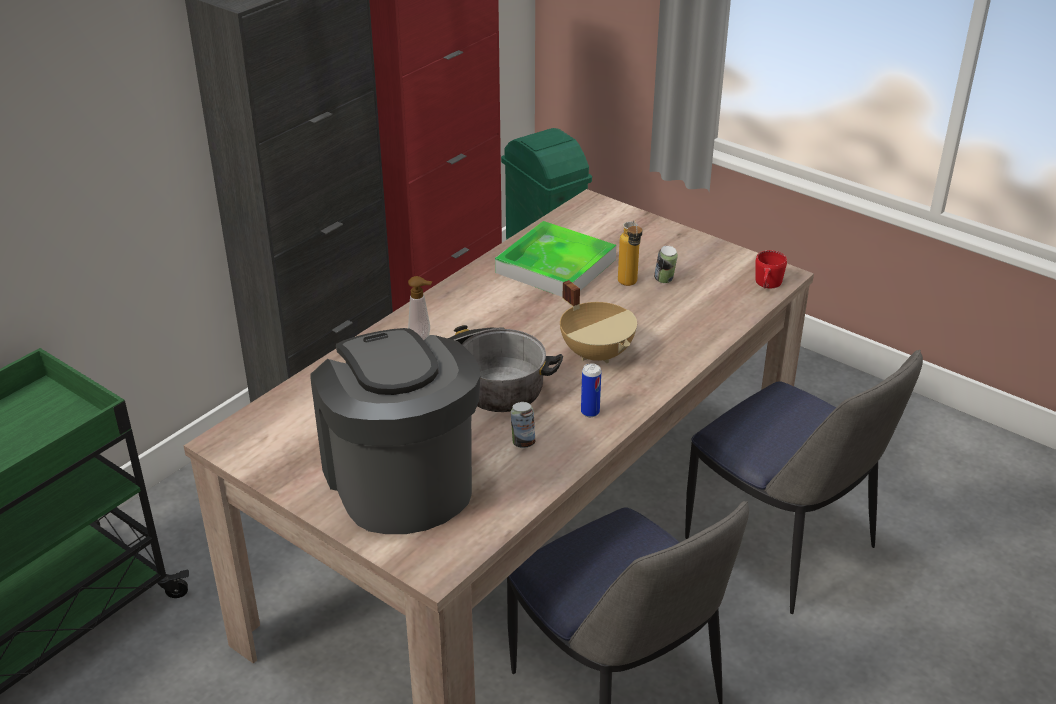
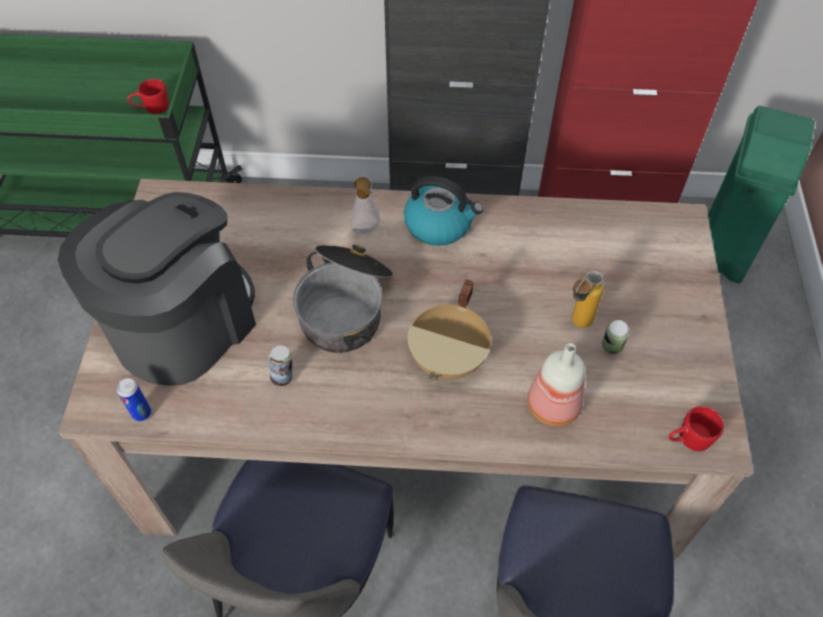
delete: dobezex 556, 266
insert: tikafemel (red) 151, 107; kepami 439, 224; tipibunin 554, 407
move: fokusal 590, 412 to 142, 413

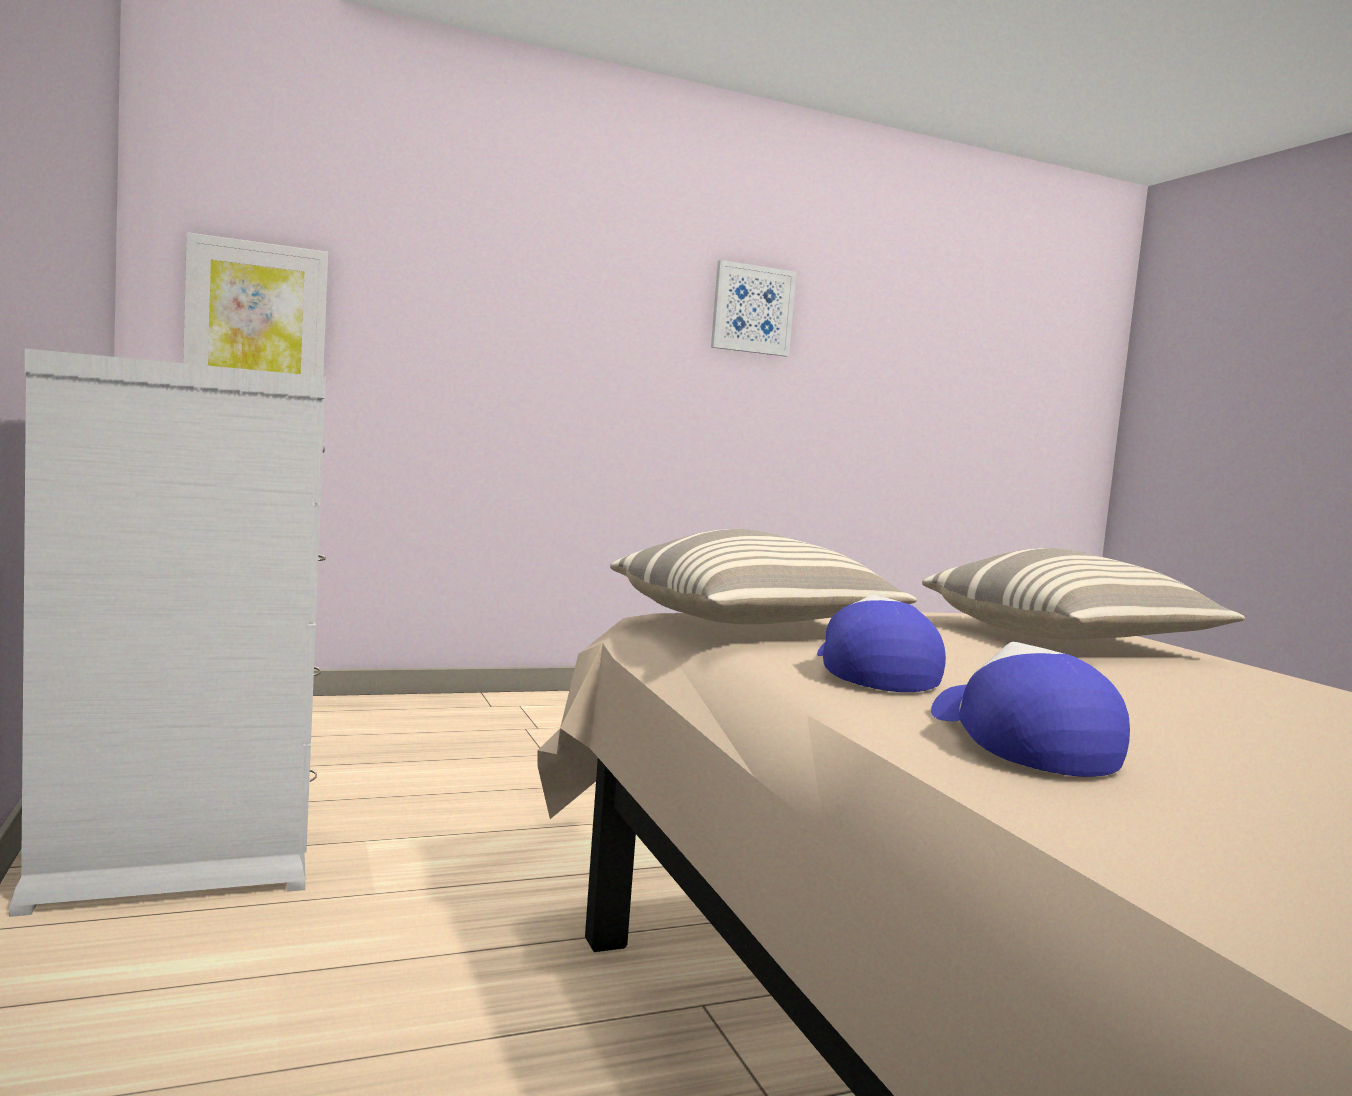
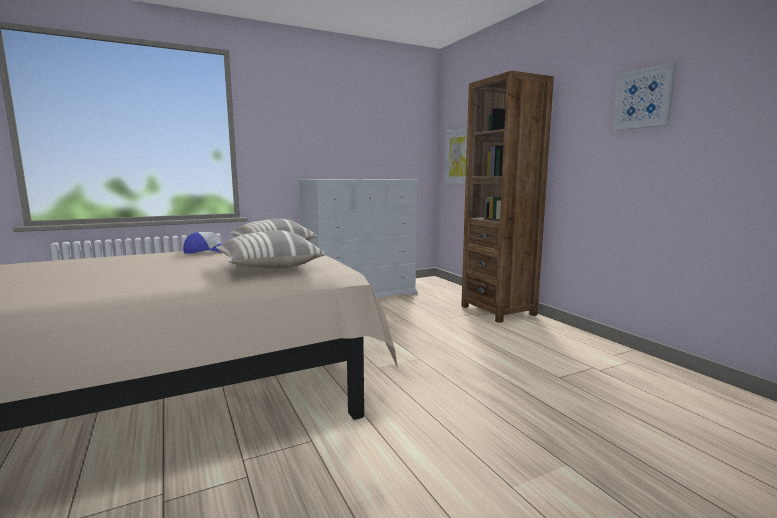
delete: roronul 1019, 740
insert: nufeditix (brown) 498, 310

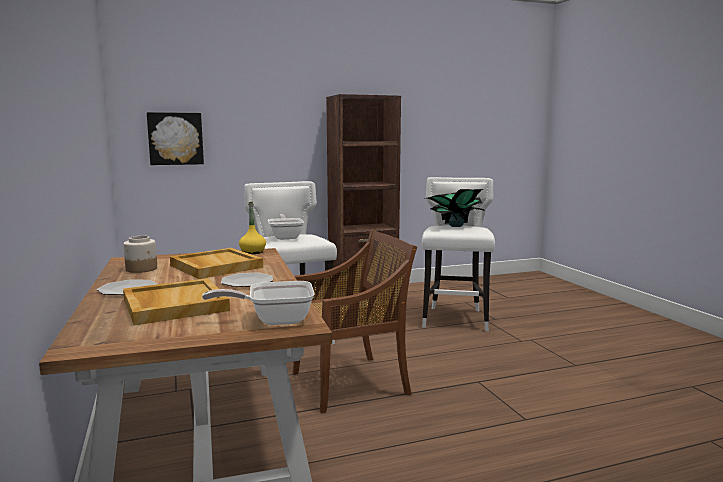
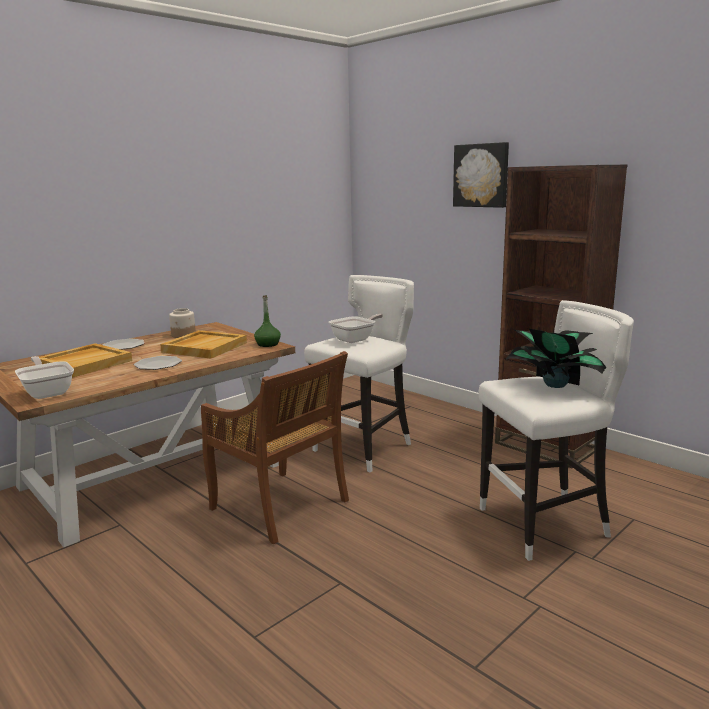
move: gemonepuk 175, 138 to 481, 175
recolor: tipibunin (yellow) 252, 252 to tipibunin (green) 267, 344

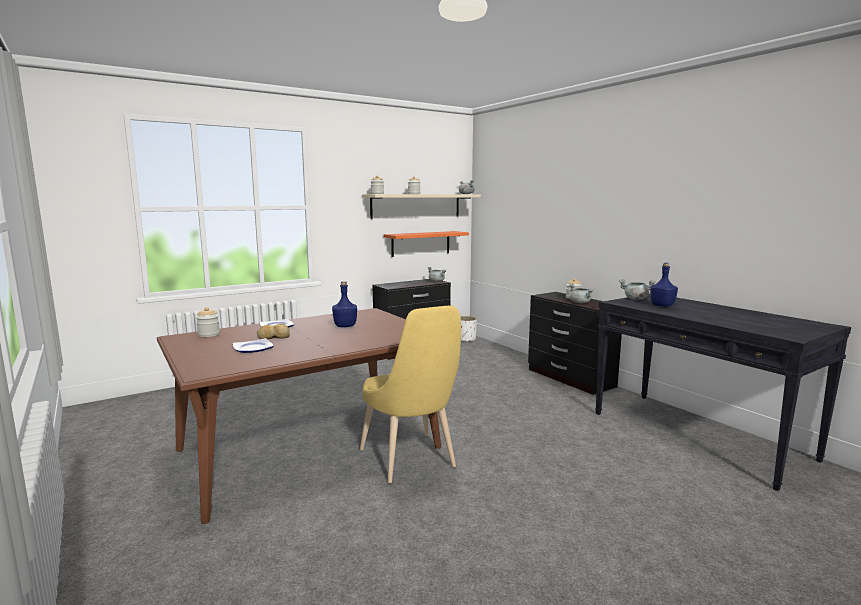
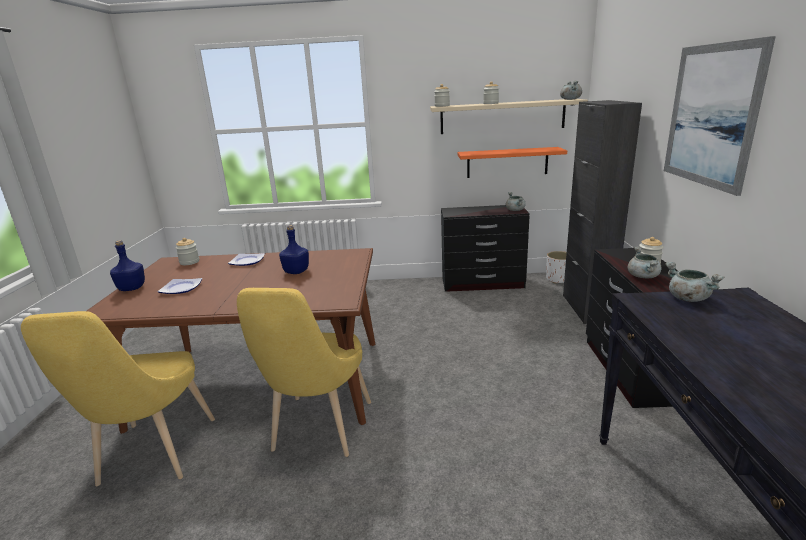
delete: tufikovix 273, 337
insert: gemonepuk 711, 115; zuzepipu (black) 586, 308; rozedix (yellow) 154, 456
move: tipibunin (blue) 662, 305 to 132, 288

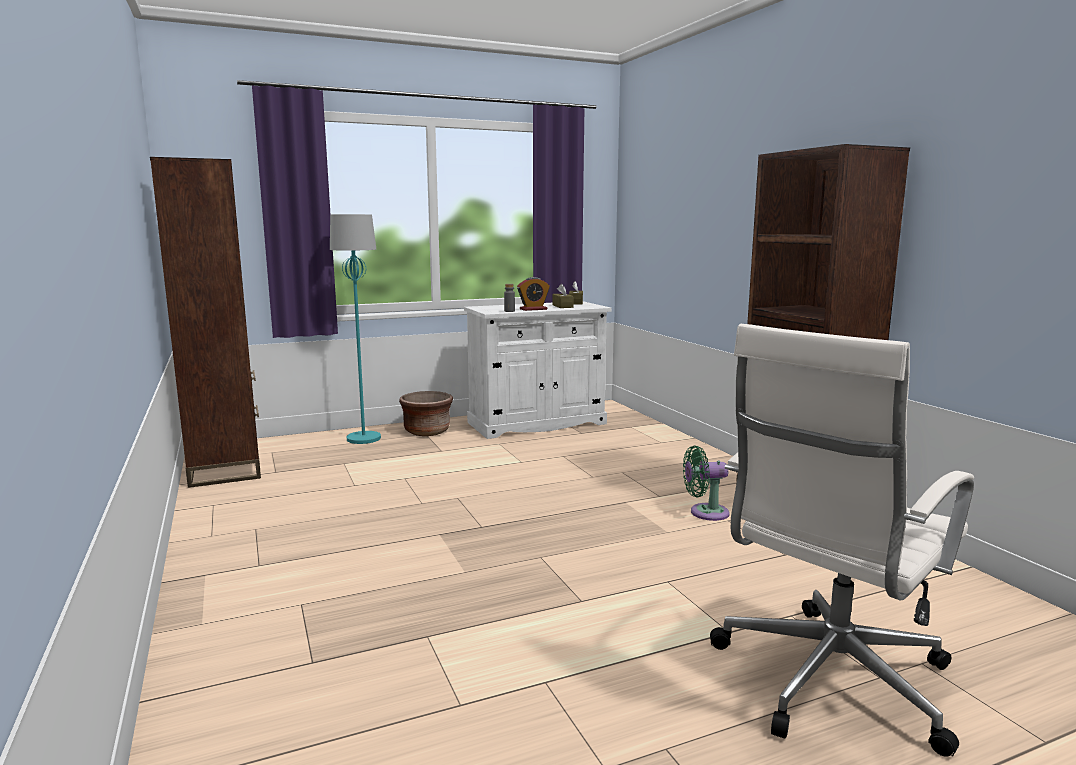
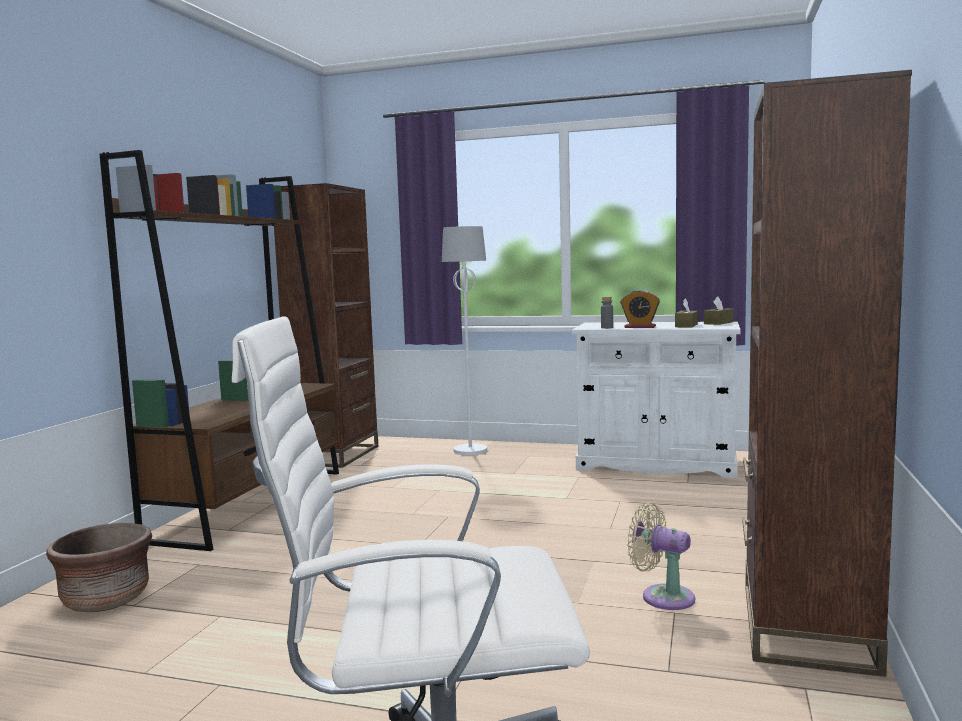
insert: nufeditix (brown) 252, 504
move: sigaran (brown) 427, 431 to 106, 599
recolor: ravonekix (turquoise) 364, 439 to ravonekix (white) 470, 451; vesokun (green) 705, 513 to vesokun (beige) 662, 596

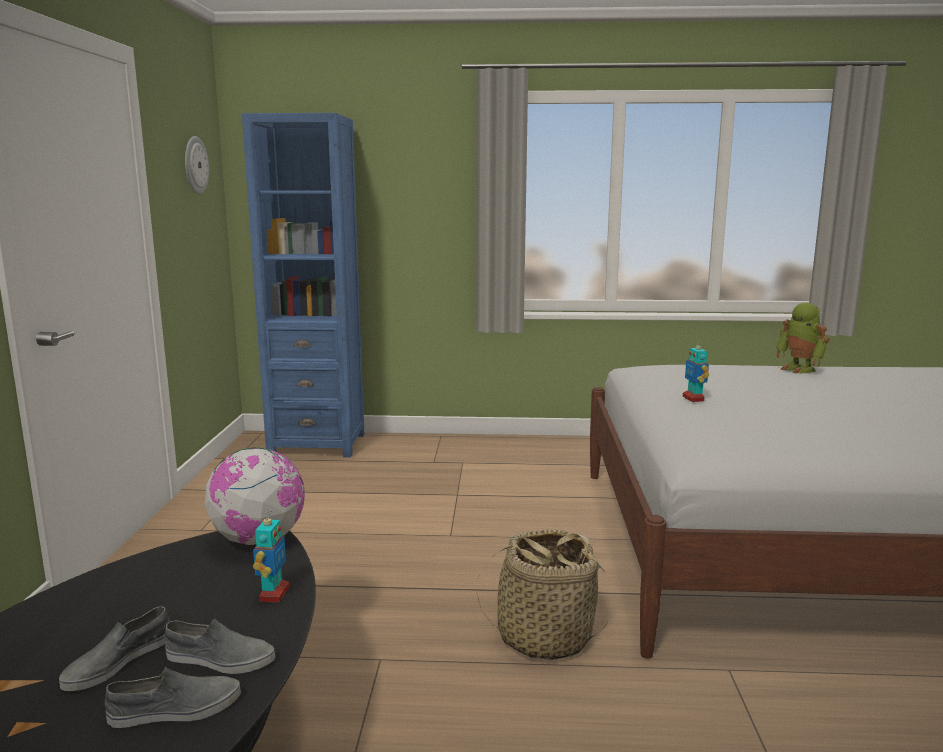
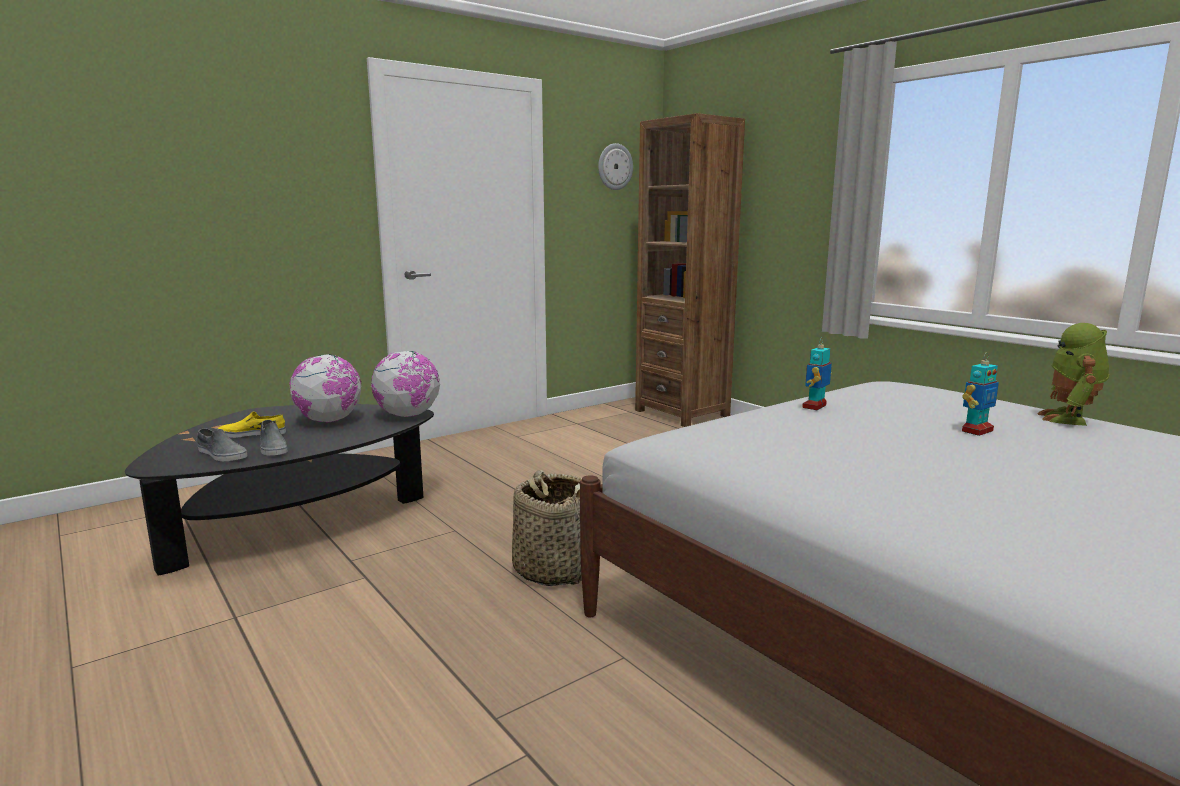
insert: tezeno 329, 421
move: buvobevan 273, 594 to 976, 431
recolor: nufeditix (blue) 317, 444 to nufeditix (brown) 682, 413; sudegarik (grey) 118, 661 to sudegarik (yellow) 253, 434

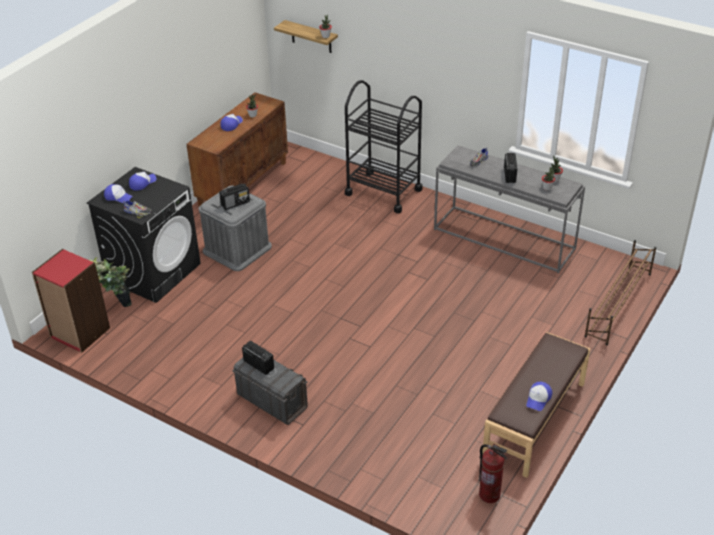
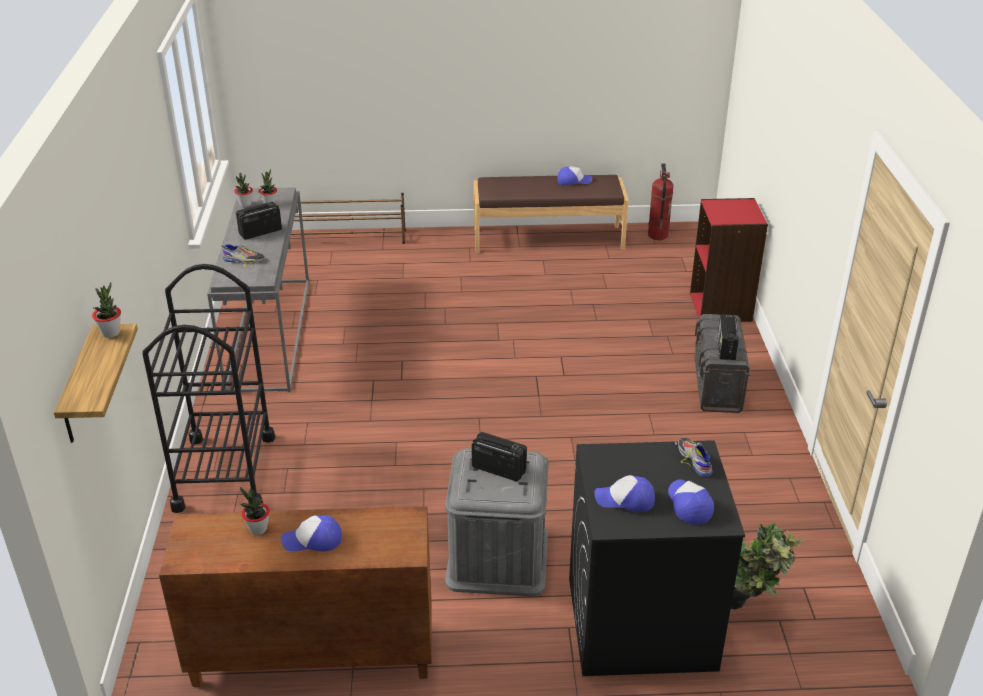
move: nufeditix (red) 79, 333 to 721, 307

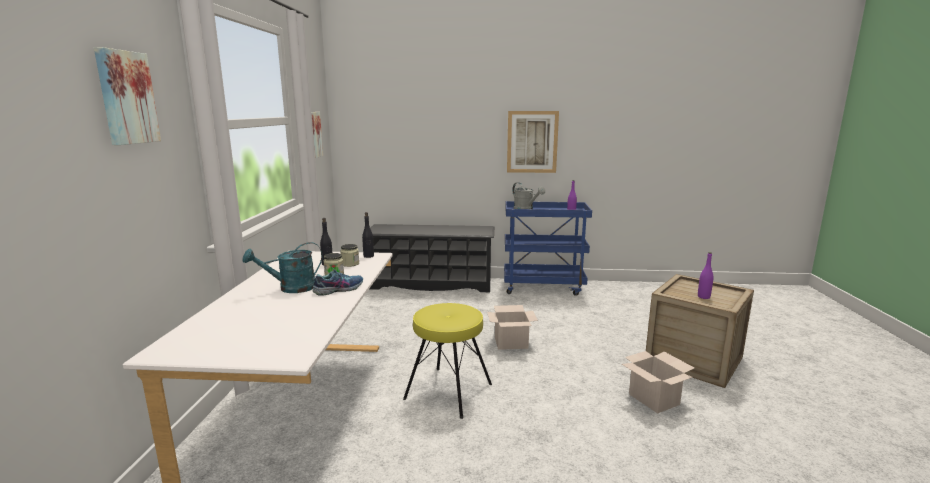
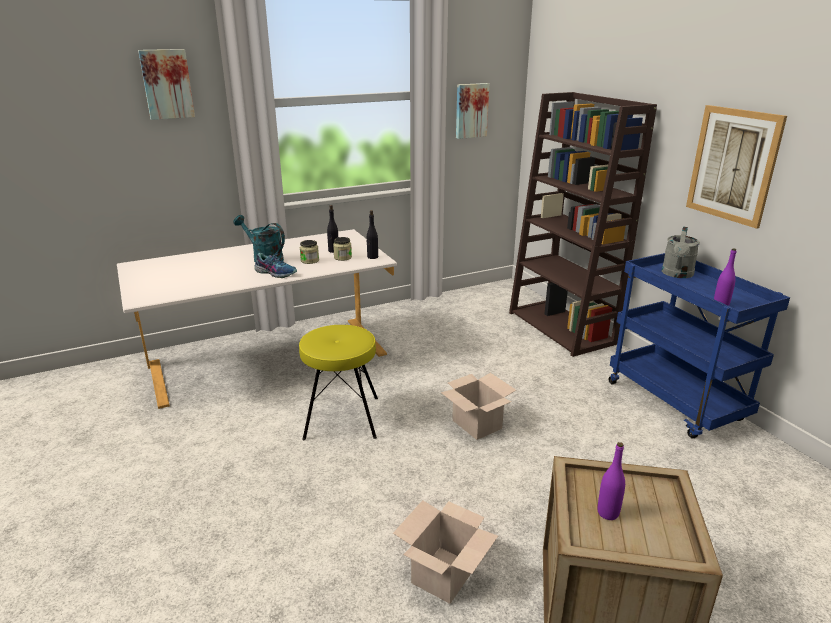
replace: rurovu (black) 431, 284 to nufeditix (brown) 562, 328

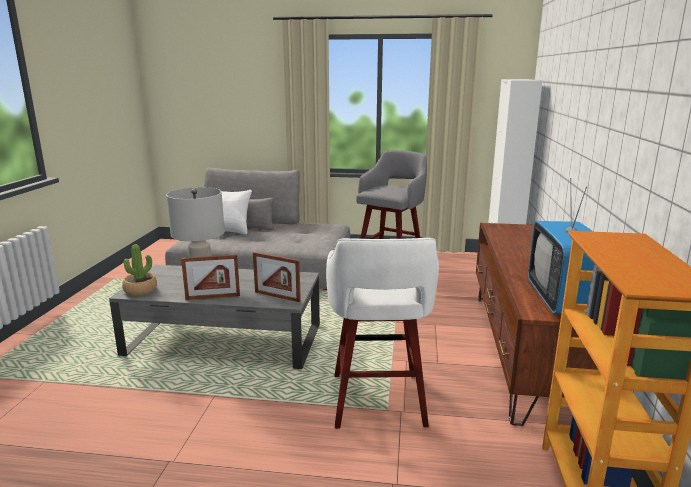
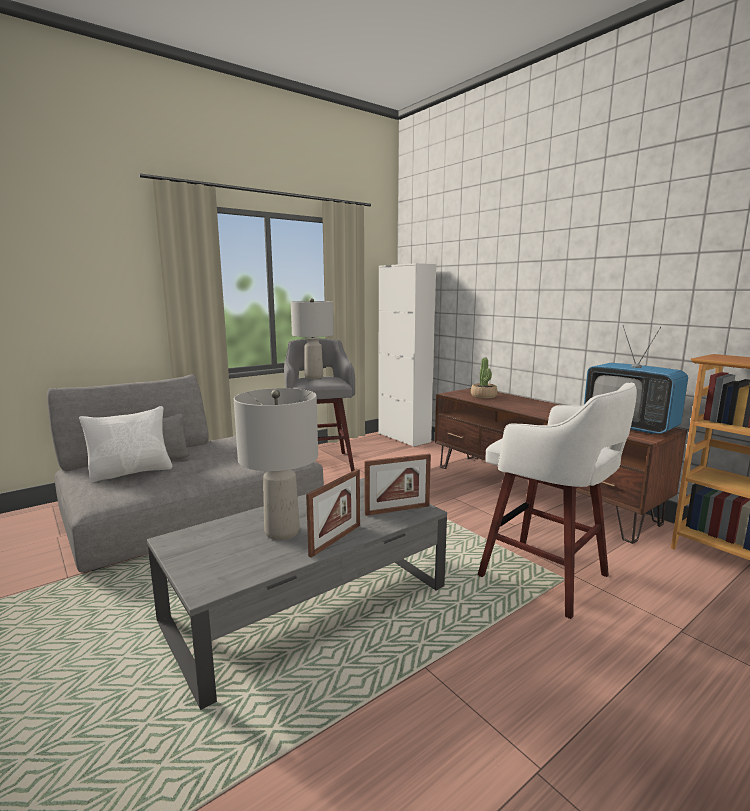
insert: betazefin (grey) 313, 377
move: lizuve 140, 290 to 483, 396

